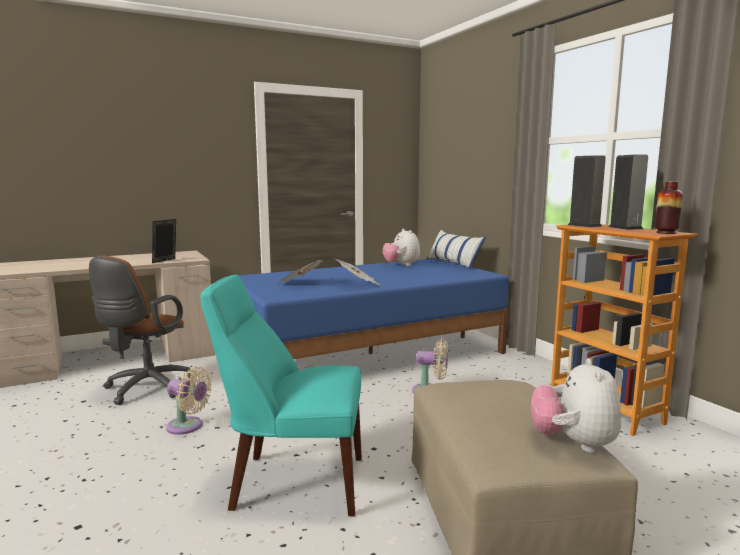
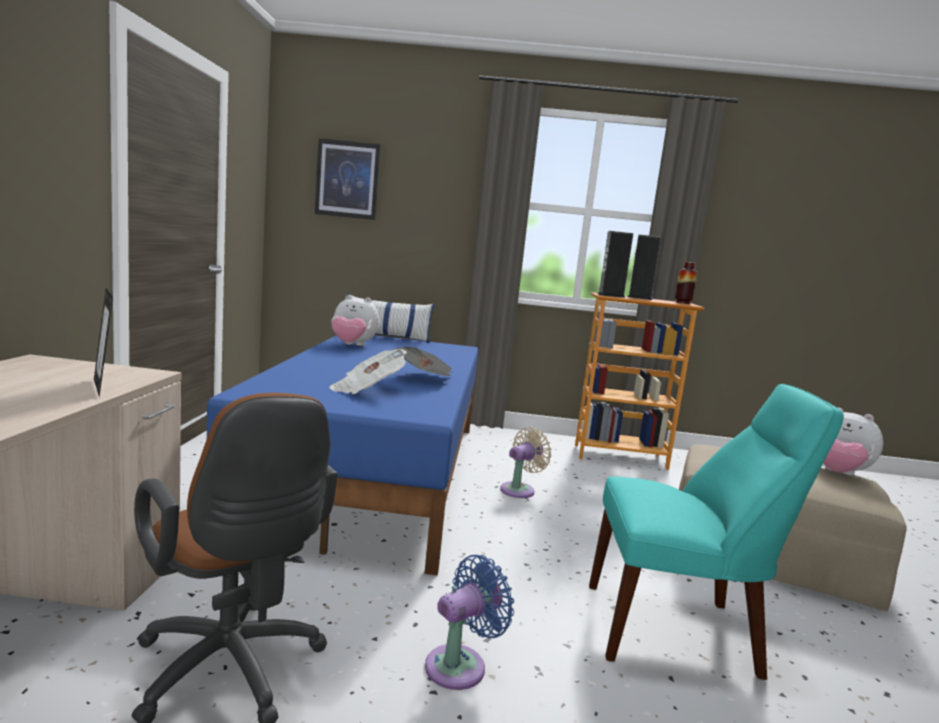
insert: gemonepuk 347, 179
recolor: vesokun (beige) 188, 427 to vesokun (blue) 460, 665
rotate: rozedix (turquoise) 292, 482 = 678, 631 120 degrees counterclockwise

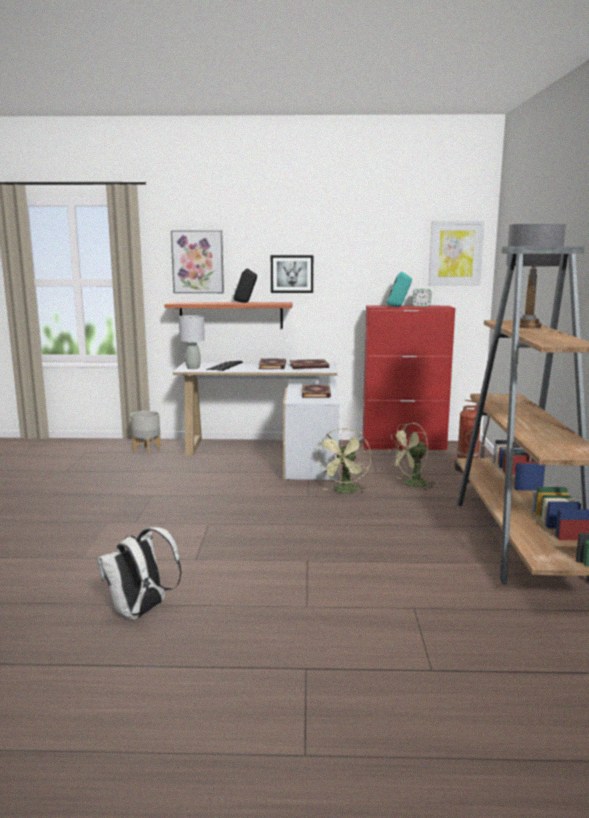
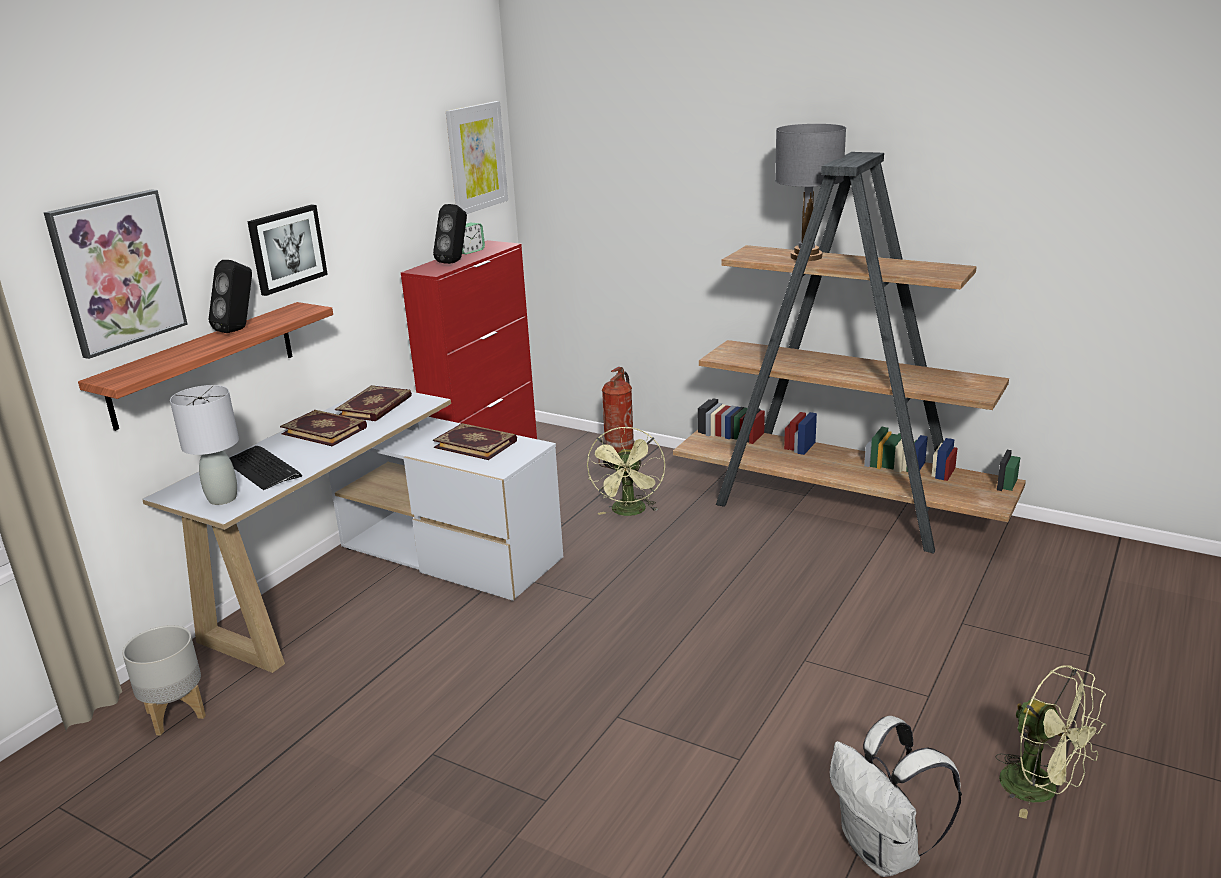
move: vesokun (green) 345, 491 to 1041, 790
recolor: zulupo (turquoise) 398, 306 to zulupo (black) 455, 261

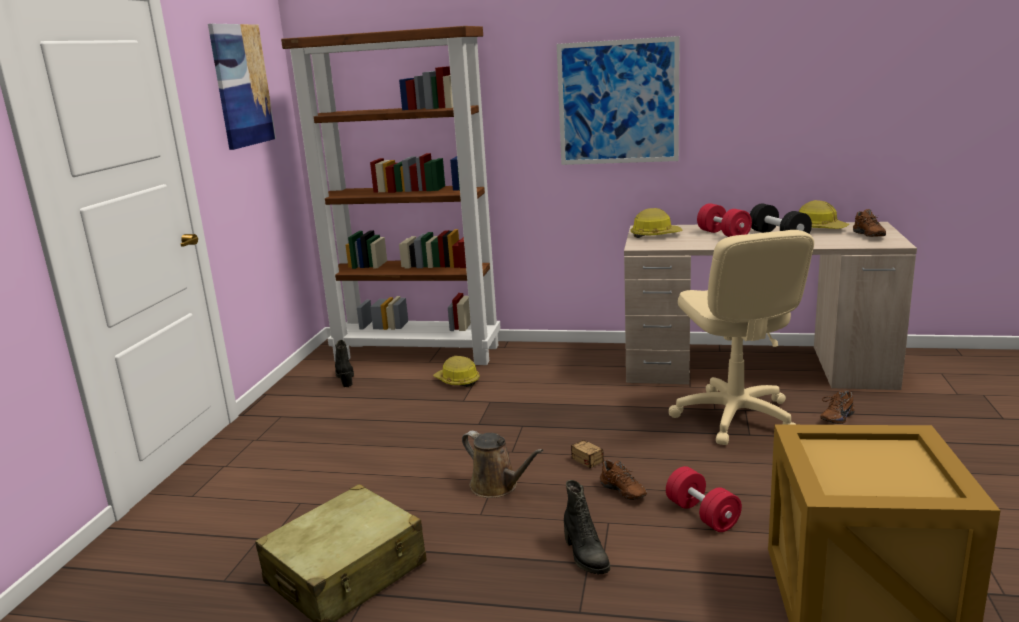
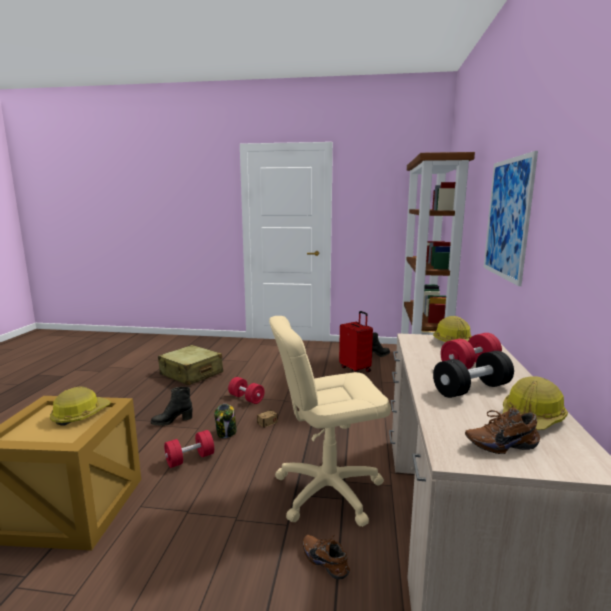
delete: gemonepuk 242, 85
insert: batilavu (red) 355, 369
move: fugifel 457, 381 to 80, 415
replace: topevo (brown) 497, 486 to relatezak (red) 246, 398; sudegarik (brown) 621, 493 to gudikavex 226, 433

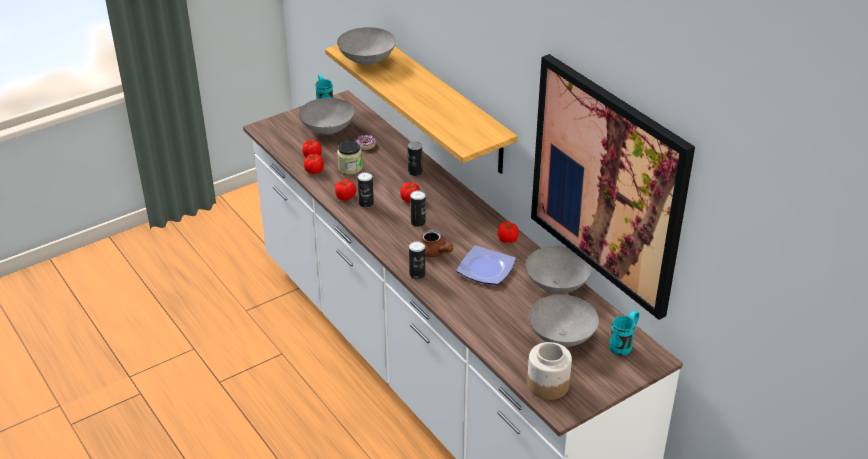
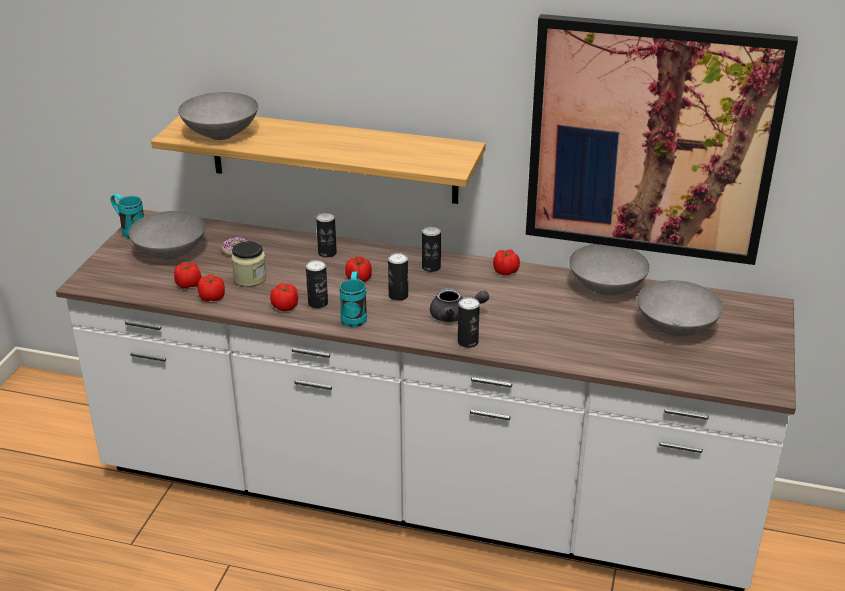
delete: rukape 486, 270; gudikavex 547, 385
insert: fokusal 431, 267
move: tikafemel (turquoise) 624, 345 to 355, 316
recolor: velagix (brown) 434, 253 to velagix (grey) 455, 315

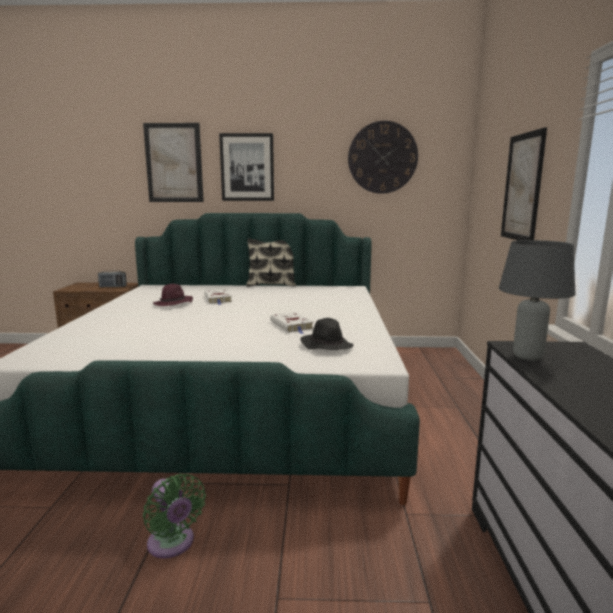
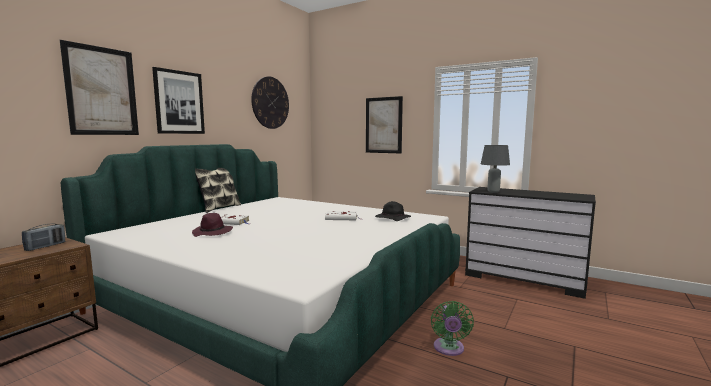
rotate: vesokun (green) 173, 544 = 449, 349 105 degrees clockwise

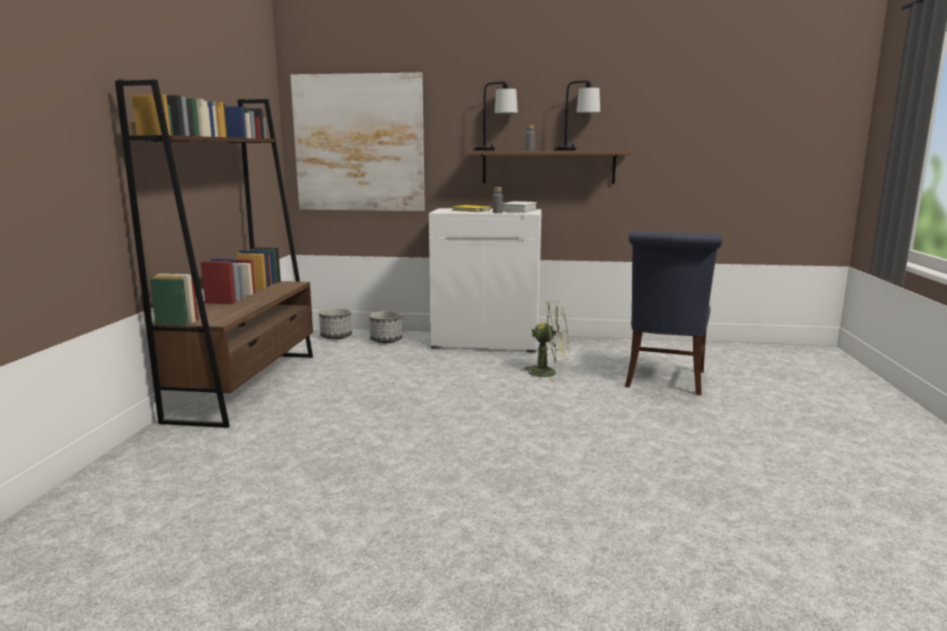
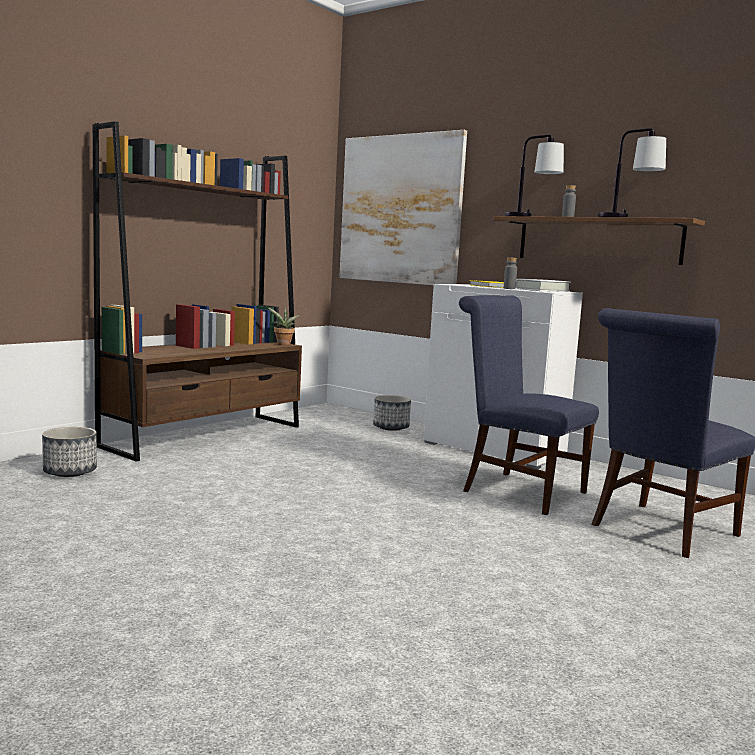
insert: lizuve 283, 344
move: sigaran 336, 336 to 70, 472
replace: vesokun (green) 549, 373 to rozedix (blue) 517, 490

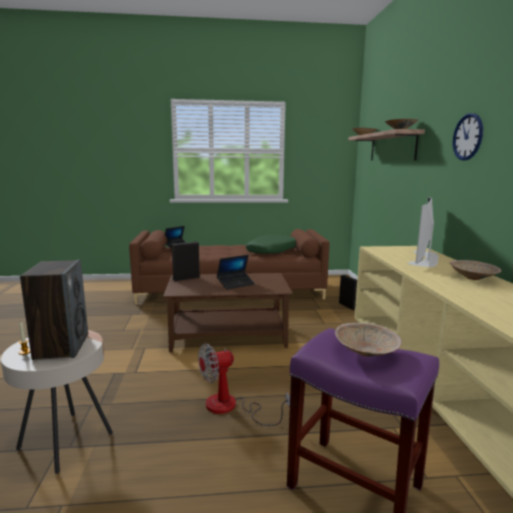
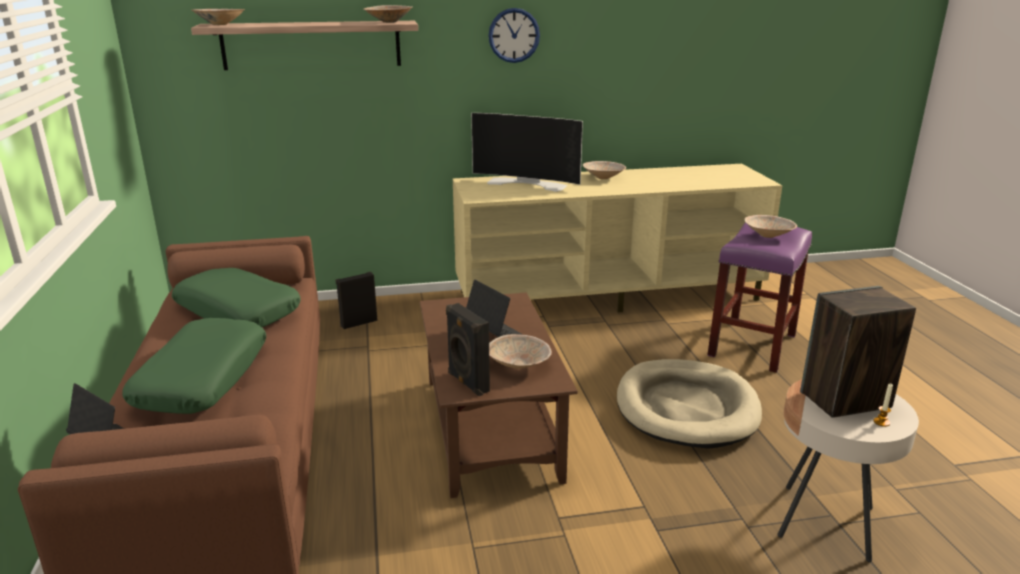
insert: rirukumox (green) 202, 378; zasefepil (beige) 519, 365
replace: vesokun 231, 407 to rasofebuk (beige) 686, 408

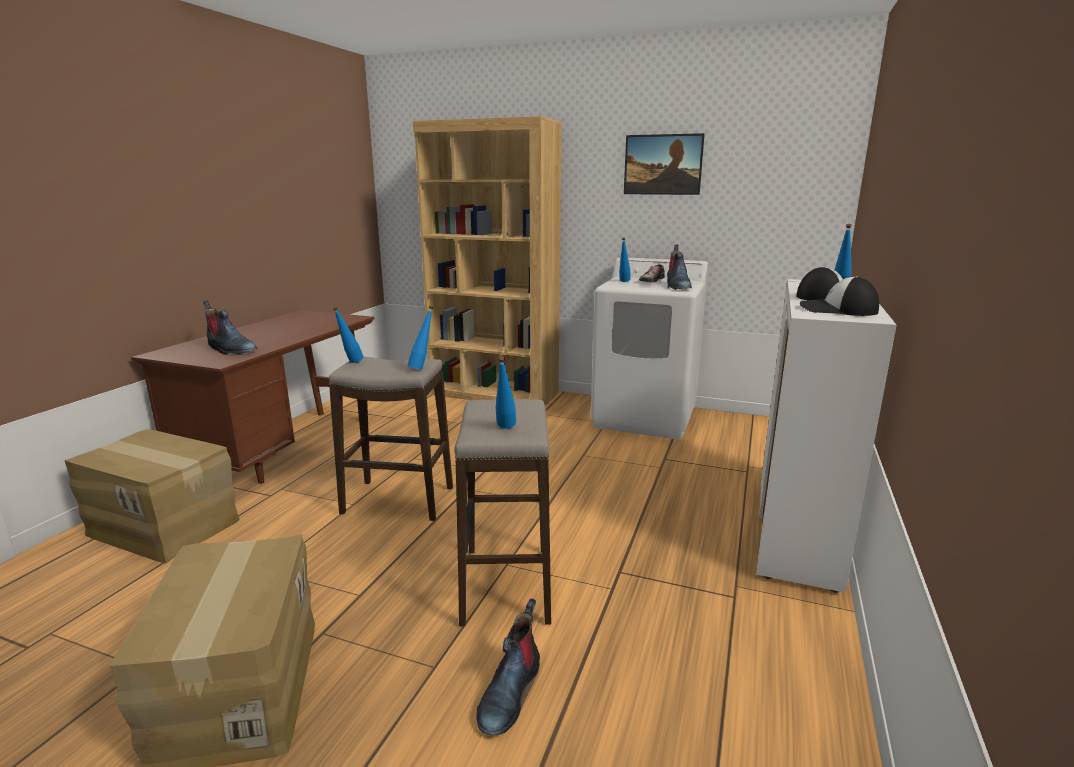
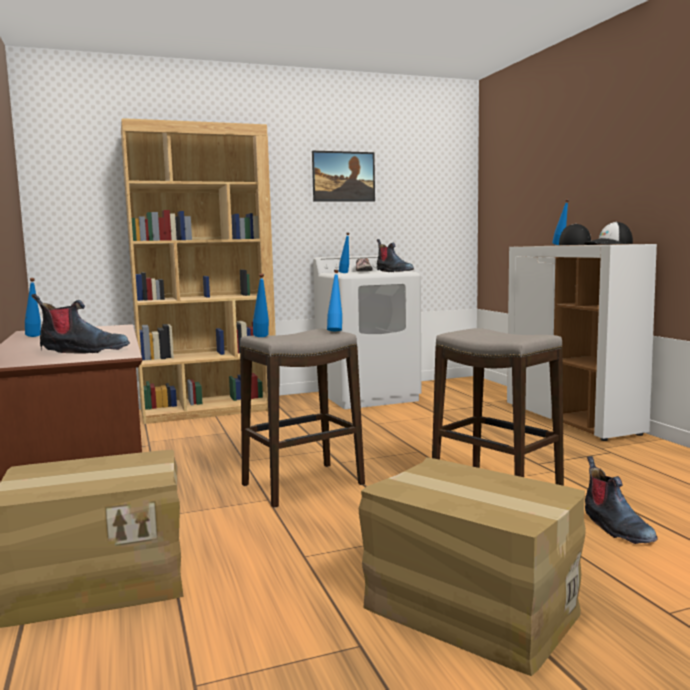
move: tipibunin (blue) 505, 429 to 35, 337

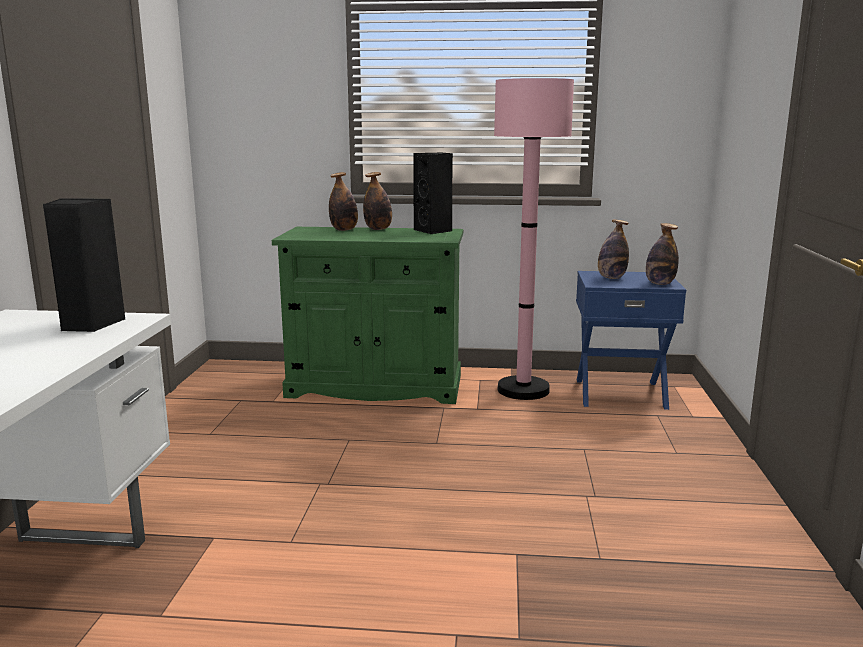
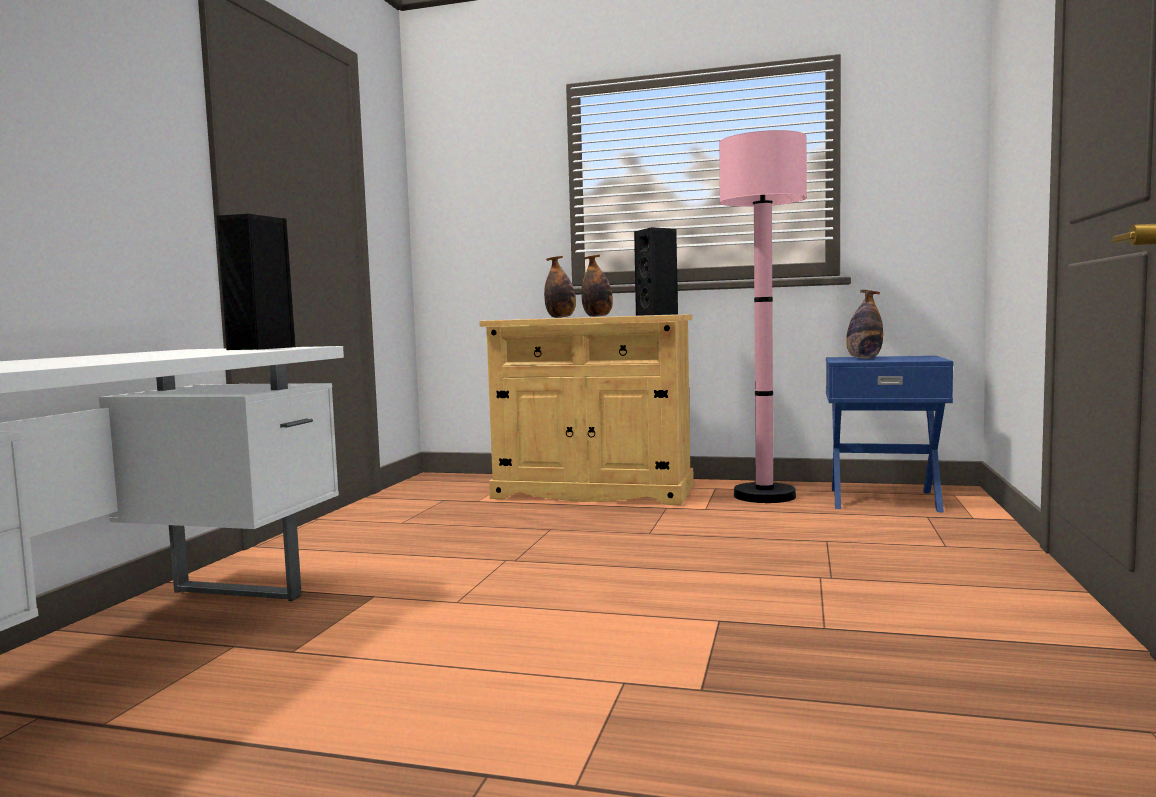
delete: tipibunin 659, 283
recolor: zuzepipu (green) 375, 386 to zuzepipu (beige) 593, 492

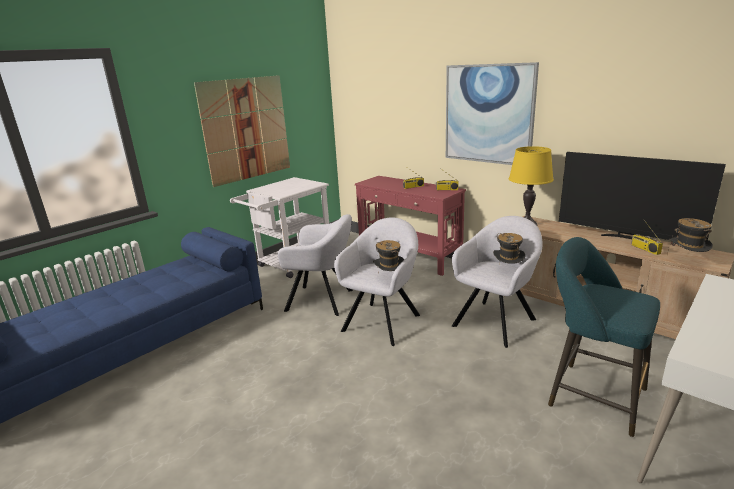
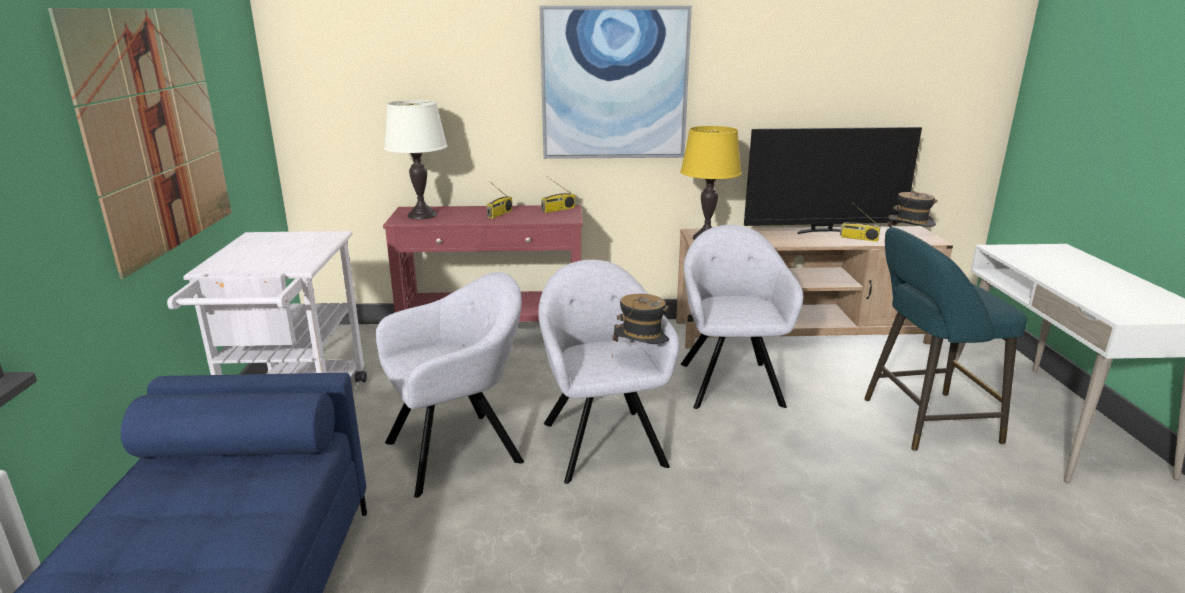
delete: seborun 507, 271
insert: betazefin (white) 422, 215

